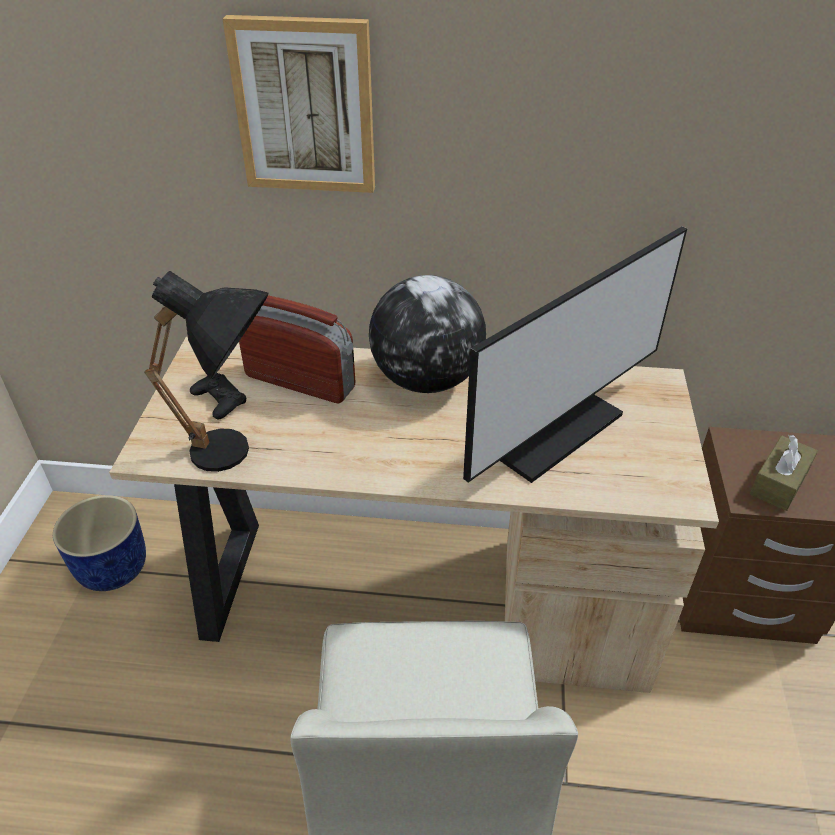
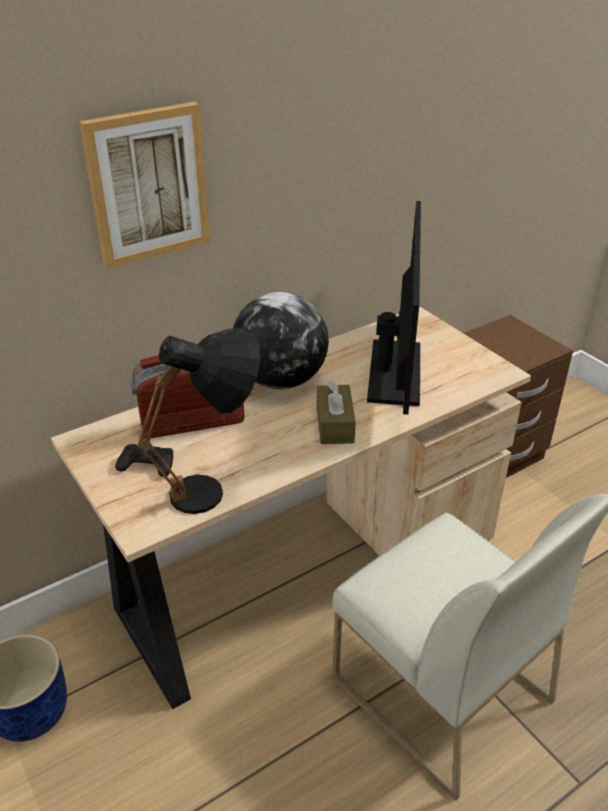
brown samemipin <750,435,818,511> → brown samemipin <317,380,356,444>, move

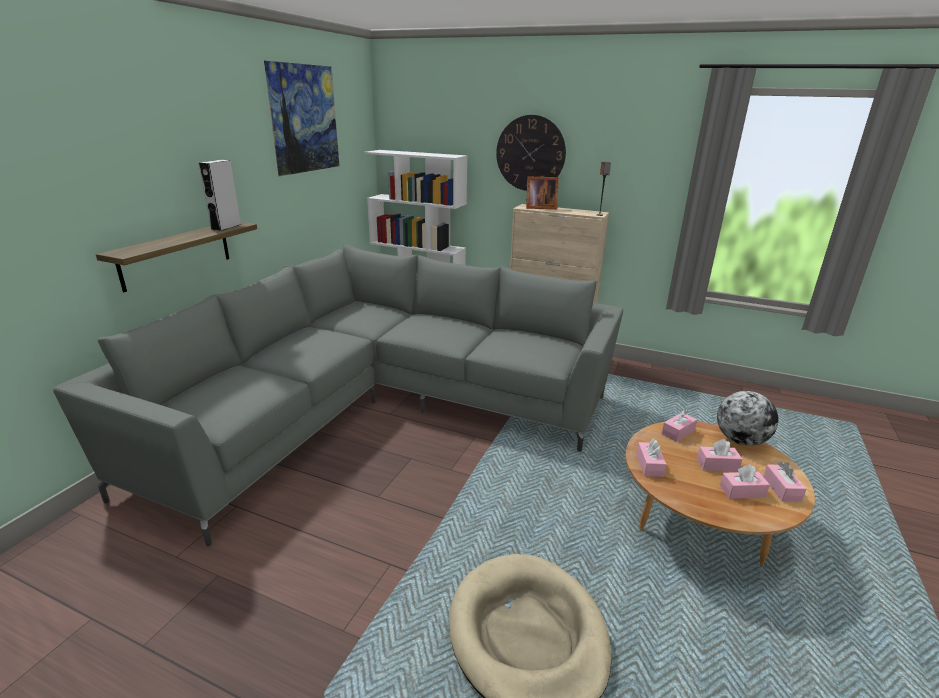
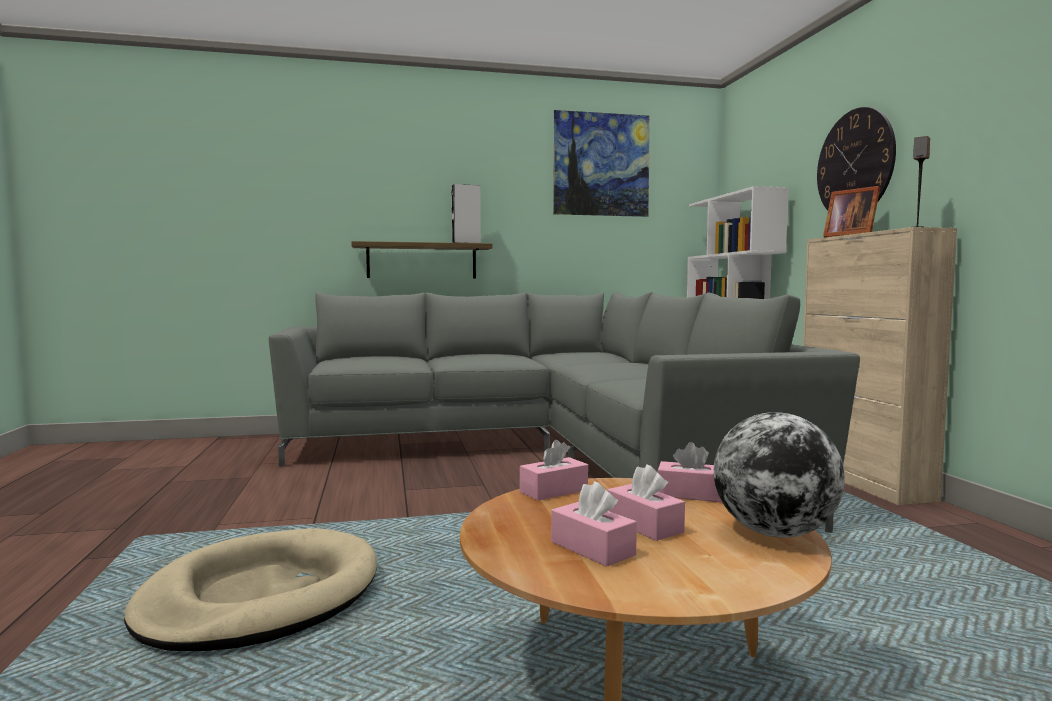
pink samemipin <763,462,807,502> → -

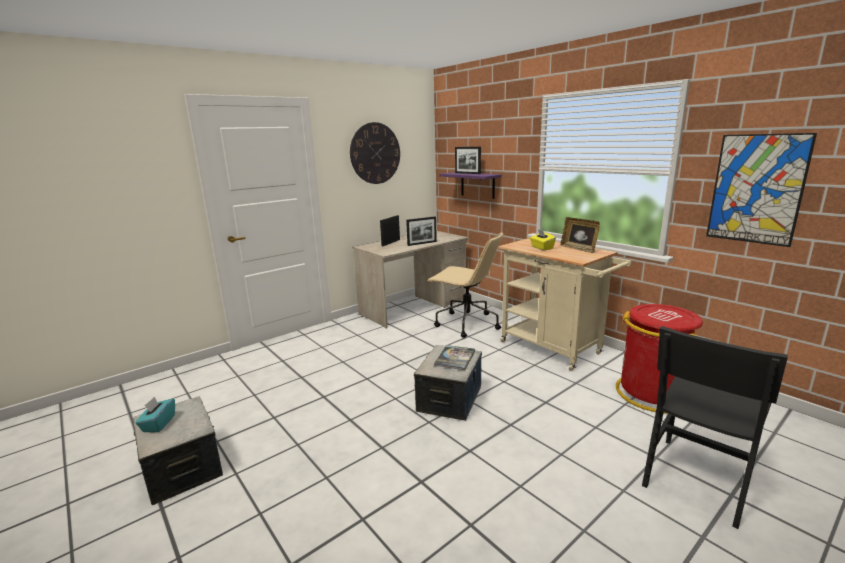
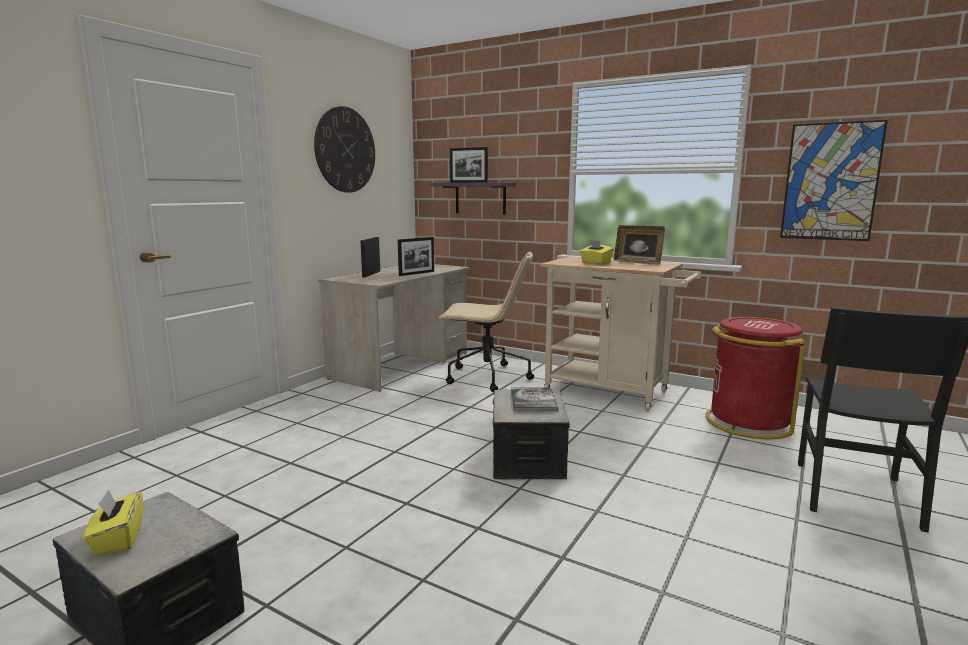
turquoise samemipin <135,397,175,432> → yellow samemipin <83,490,143,556>

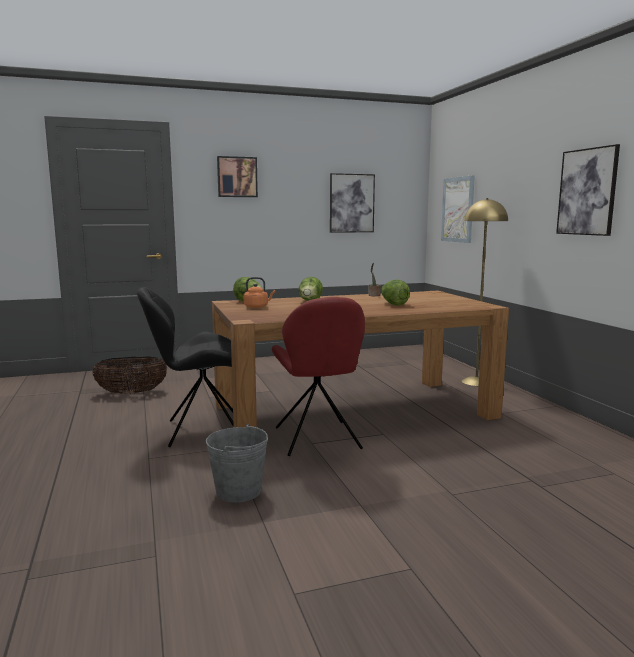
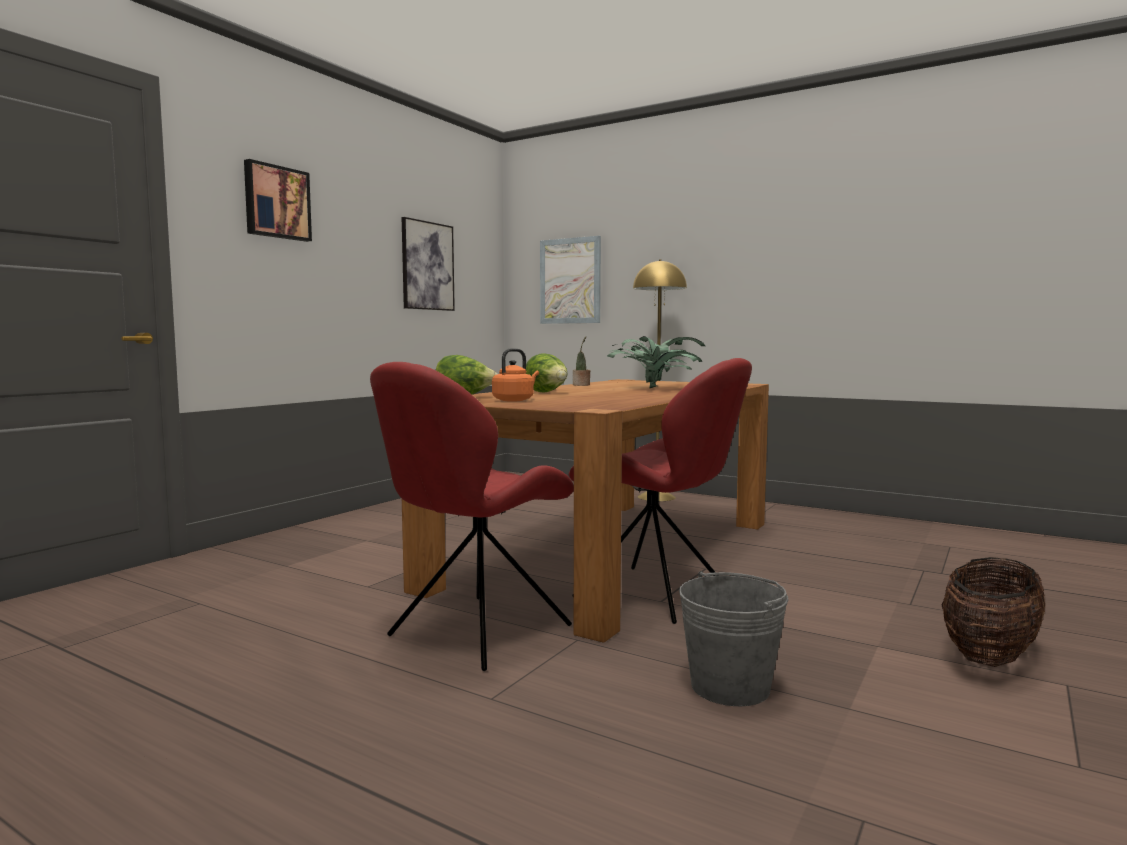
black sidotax <137,287,234,447> → red sidotax <370,362,574,671>
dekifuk <381,279,410,306> → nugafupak <607,336,705,389>
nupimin <92,356,168,394> → nupimin <942,557,1045,667>, move
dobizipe <556,144,620,236> → -

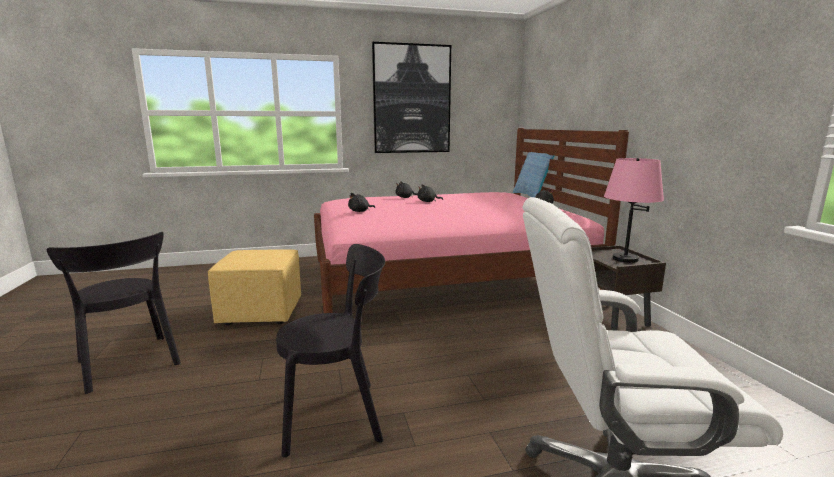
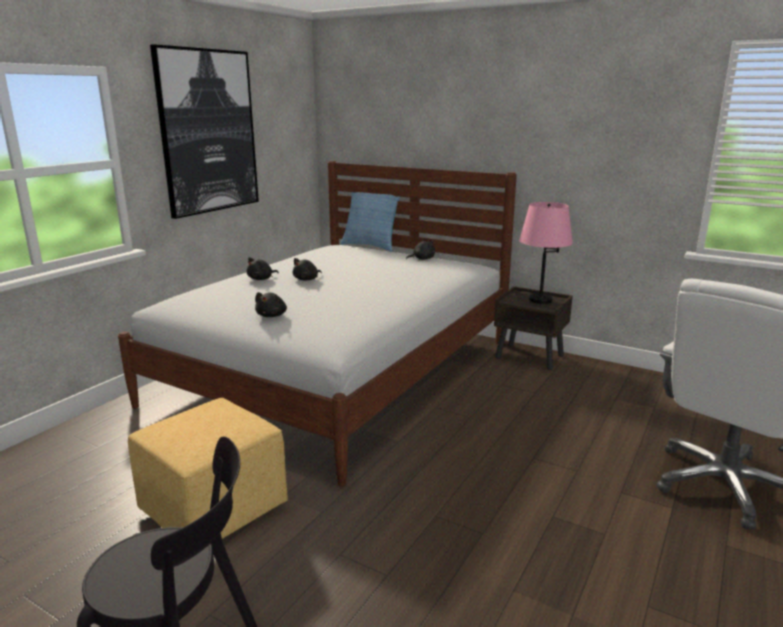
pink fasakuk <314,128,629,313> → white fasakuk <118,161,517,487>
black sidotax <276,244,385,457> → -

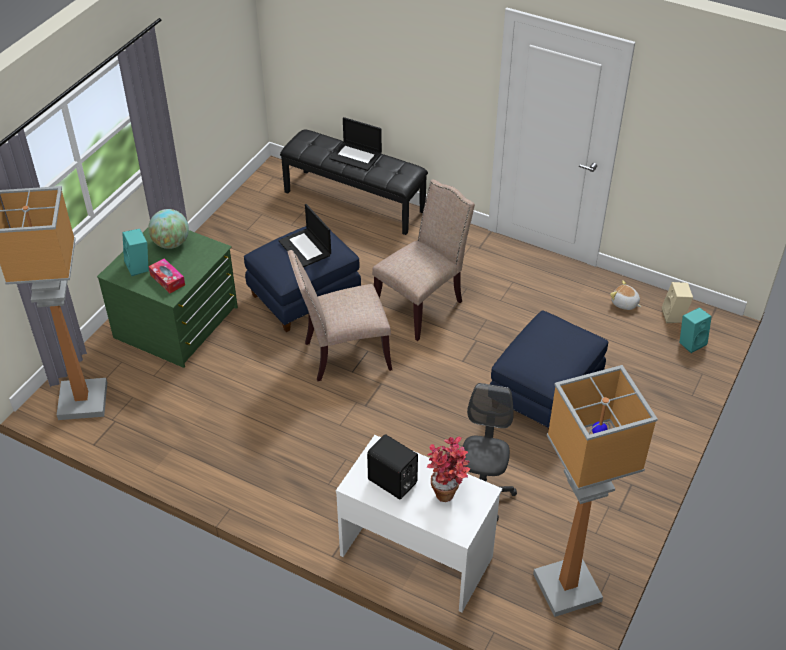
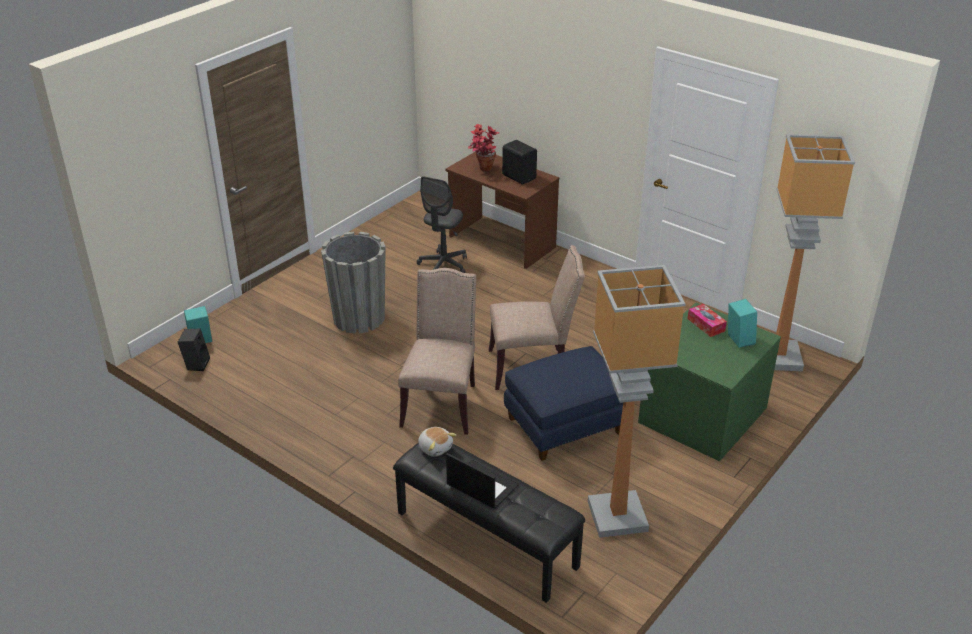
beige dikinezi <662,282,693,323> → black dikinezi <178,329,210,371>
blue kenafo <490,310,609,431> → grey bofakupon <321,232,386,334>
beige sidotax <372,179,475,341> → beige sidotax <398,268,476,435>, 135 degrees clockwise
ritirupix <610,280,641,310> → ritirupix <418,427,456,457>, move
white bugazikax <336,435,502,612> → brown bugazikax <446,152,559,269>
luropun <533,365,658,617> → luropun <588,265,685,538>, move
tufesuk <148,209,189,249> → -
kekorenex <278,204,331,268> → -

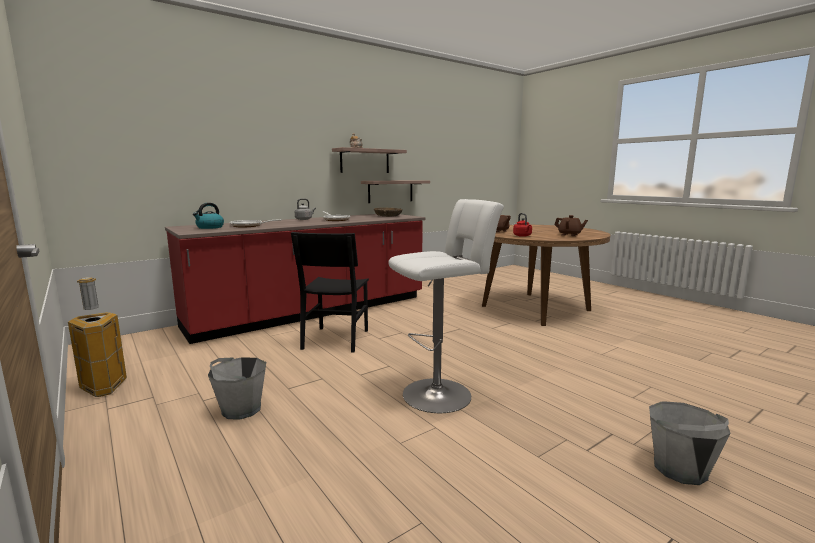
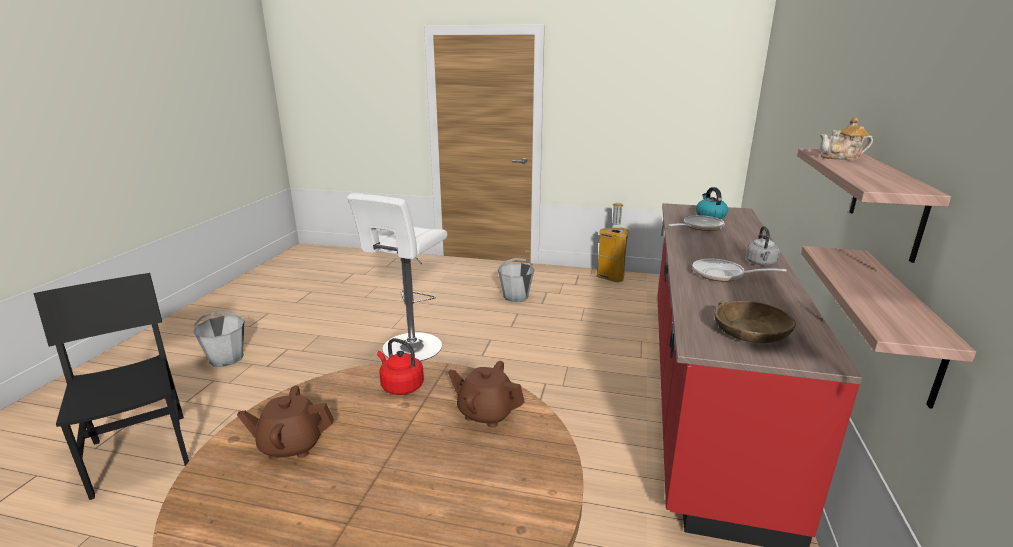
black sidotax <291,232,369,353> → black sidotax <34,273,189,500>, move

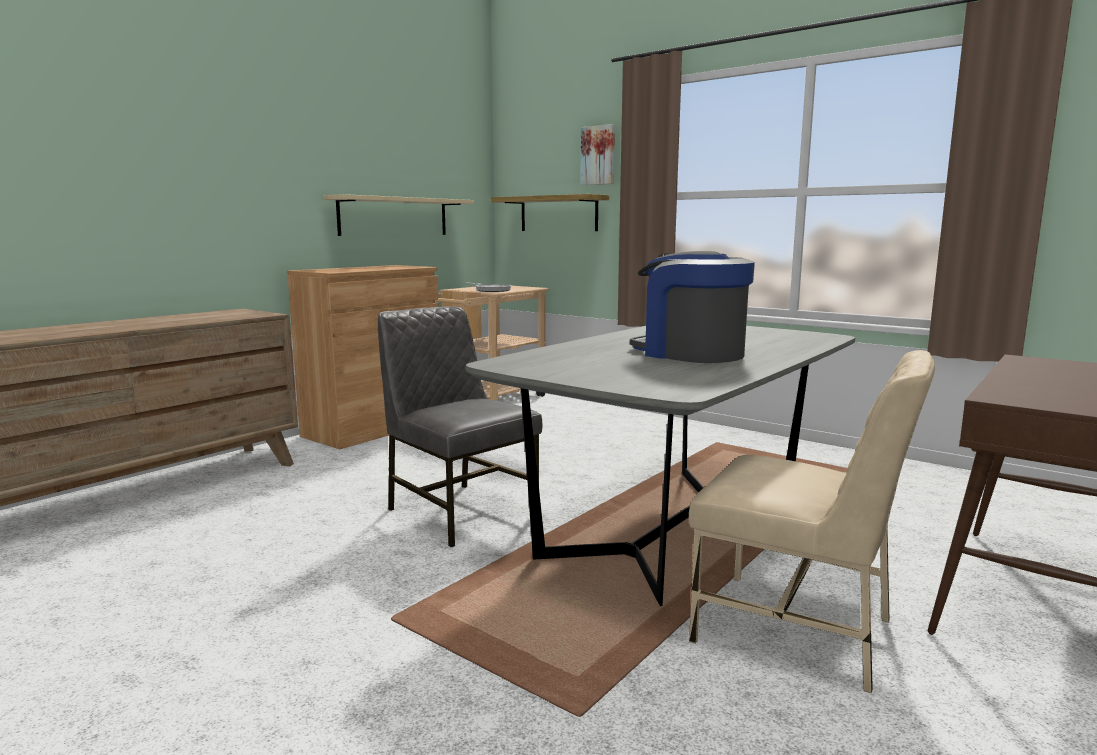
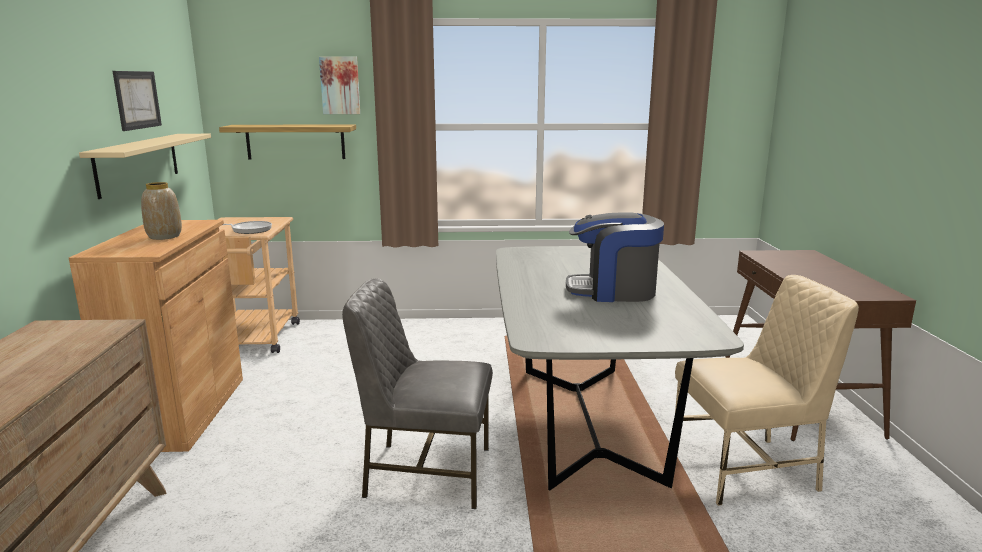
- → dobizipe <112,71,162,131>
- → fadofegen <141,182,182,240>

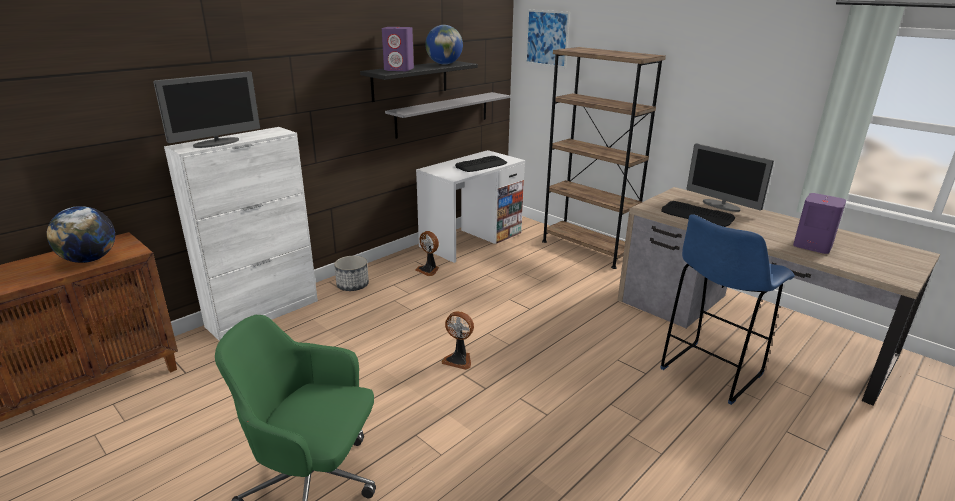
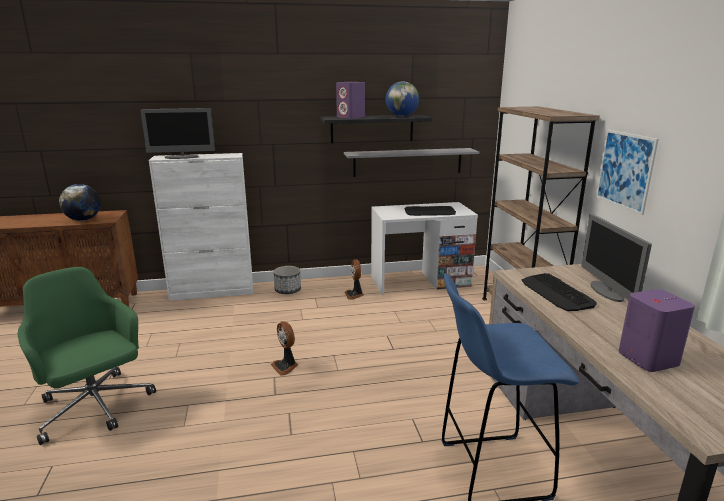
dobizipe <525,10,570,68> → dobizipe <596,130,659,215>, move

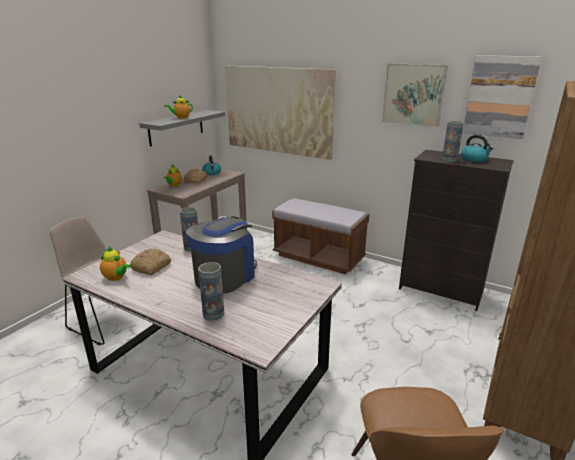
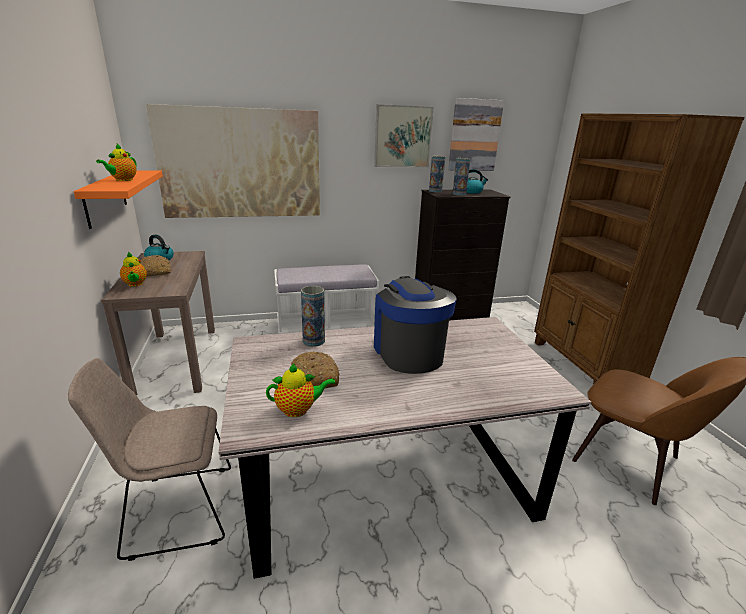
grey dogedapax <139,110,225,146> → orange dogedapax <74,170,163,229>
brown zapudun <272,198,369,274> → white zapudun <274,264,379,334>
fadofegen <198,262,224,321> → fadofegen <429,156,445,192>, move

